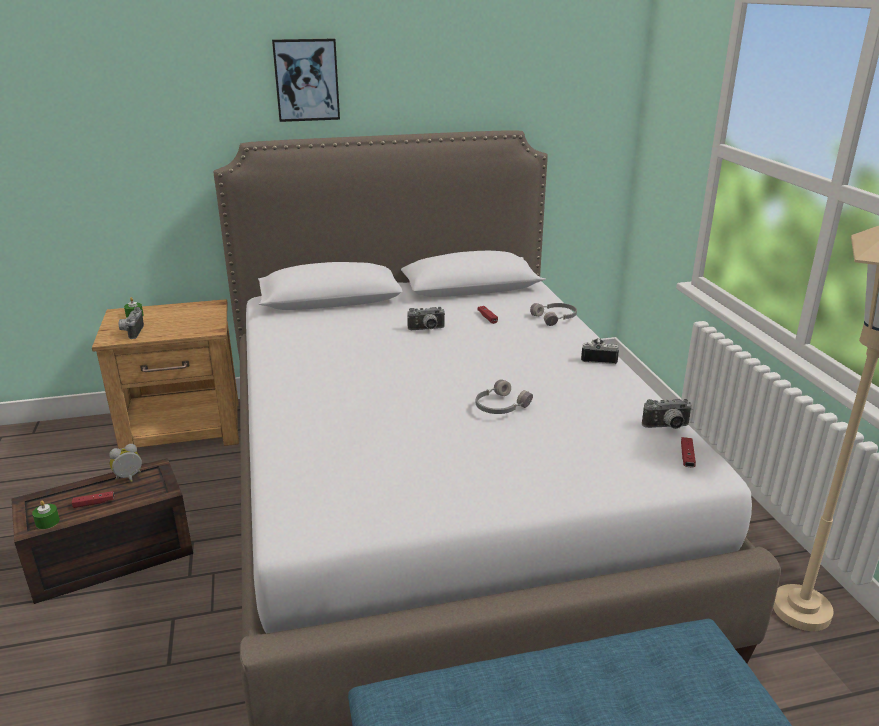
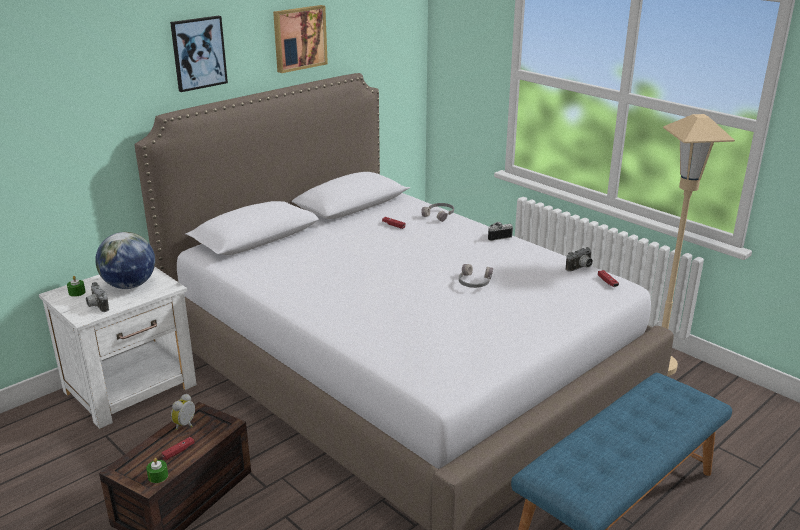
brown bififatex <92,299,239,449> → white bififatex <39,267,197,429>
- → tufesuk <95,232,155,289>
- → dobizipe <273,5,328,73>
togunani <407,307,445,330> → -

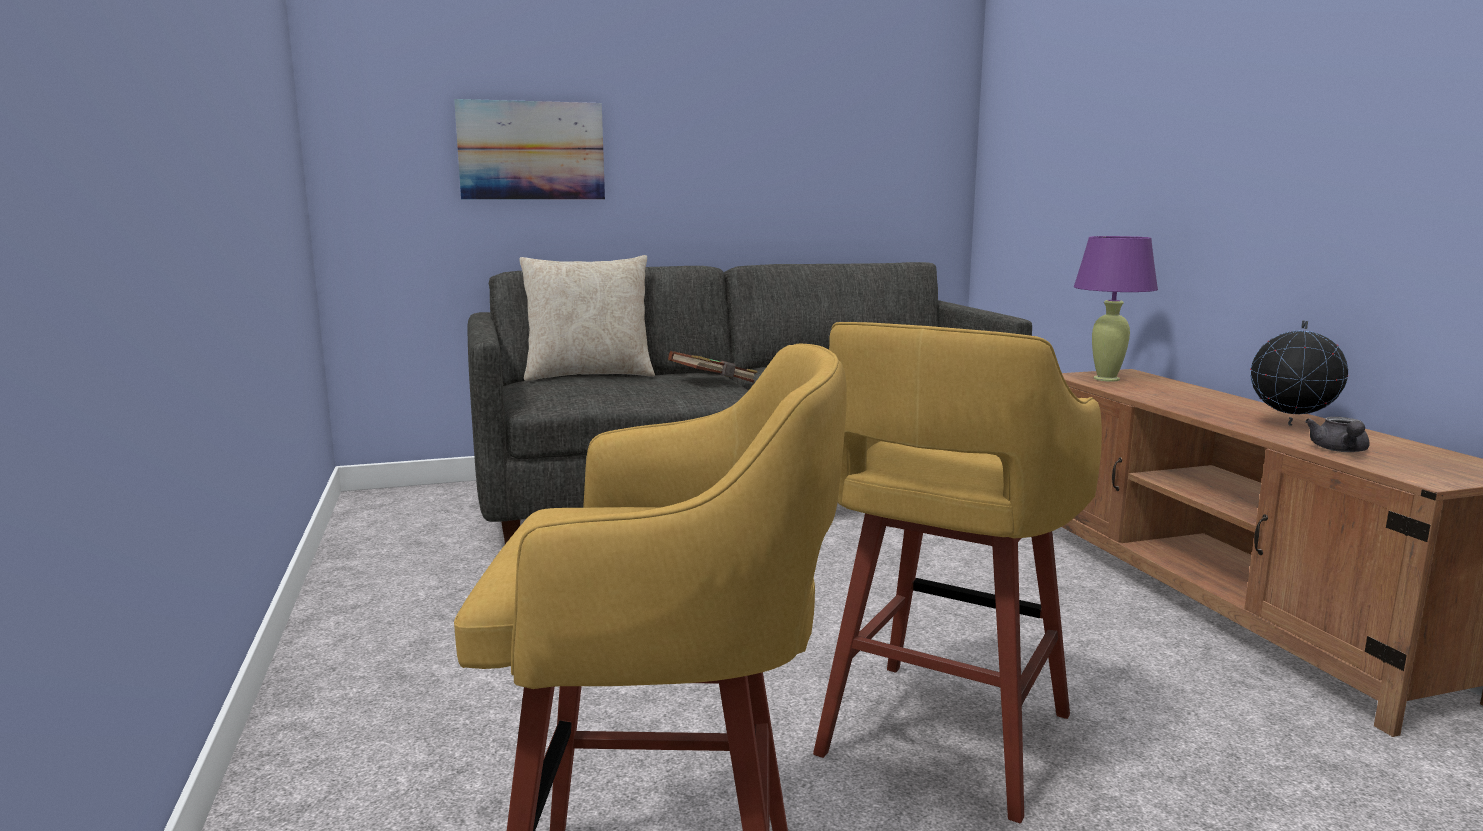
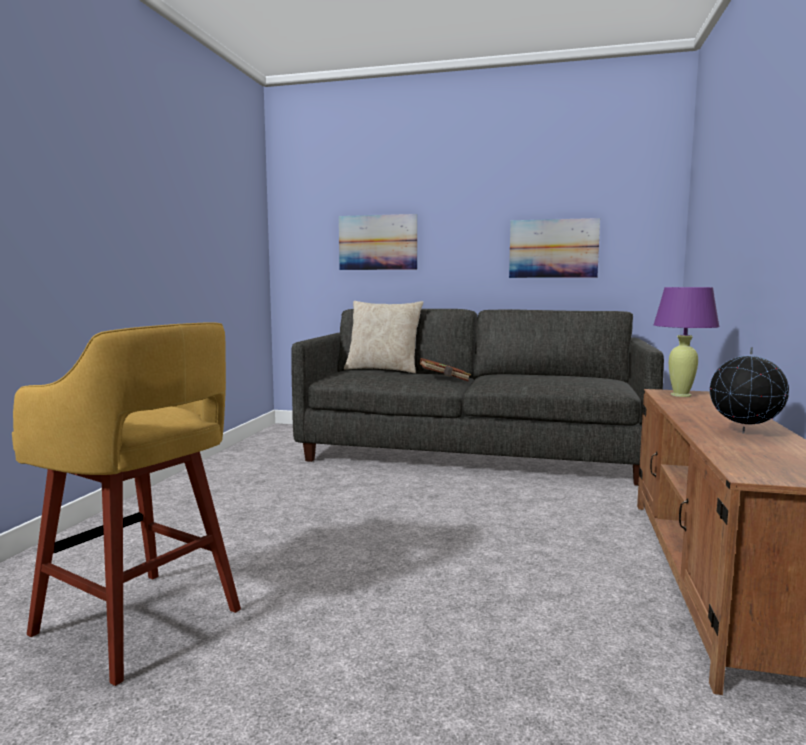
- → dobizipe <509,218,600,278>
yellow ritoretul <813,322,1102,823> → -
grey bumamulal <1305,417,1370,452> → -

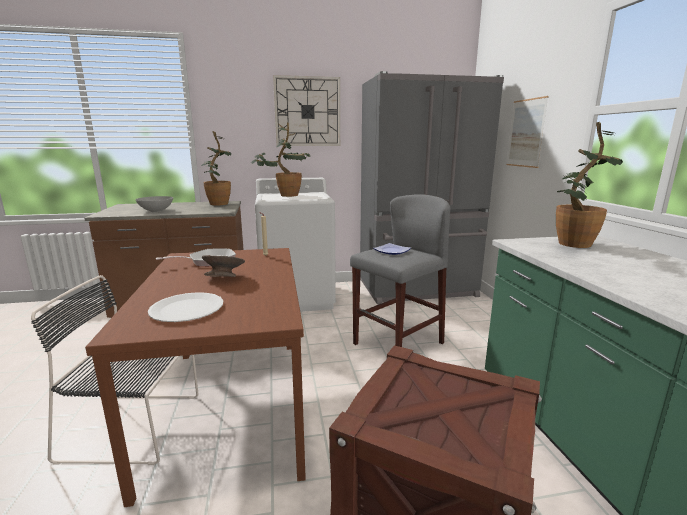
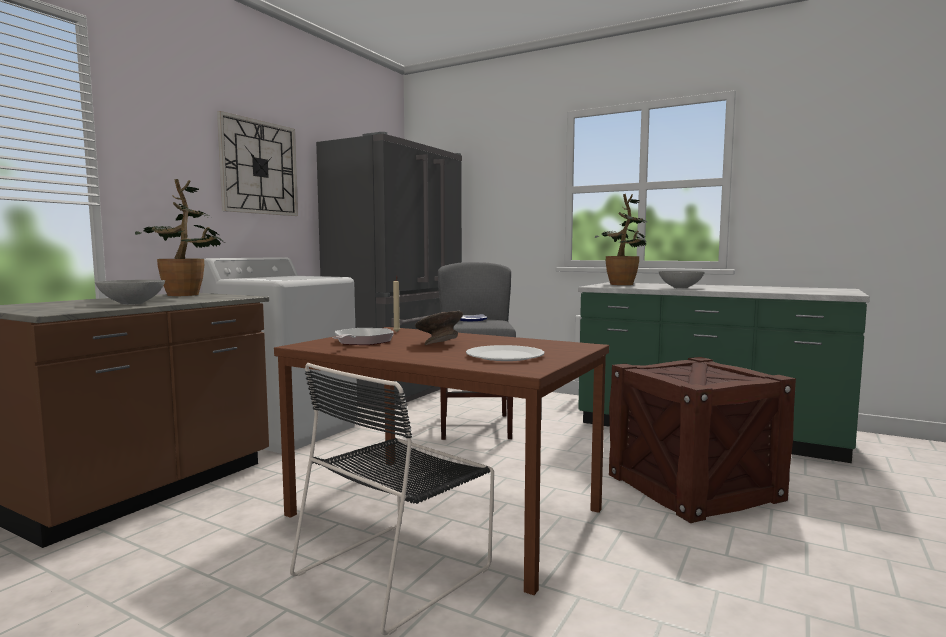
- → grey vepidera <659,271,705,289>
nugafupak <251,123,310,197> → -
dobizipe <506,96,548,168> → -

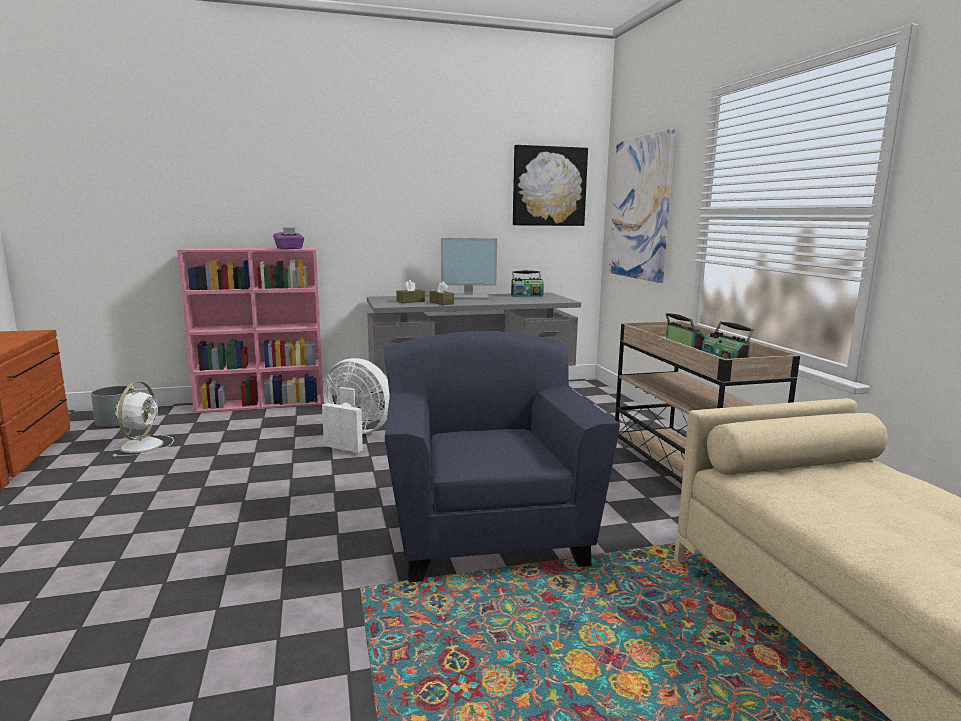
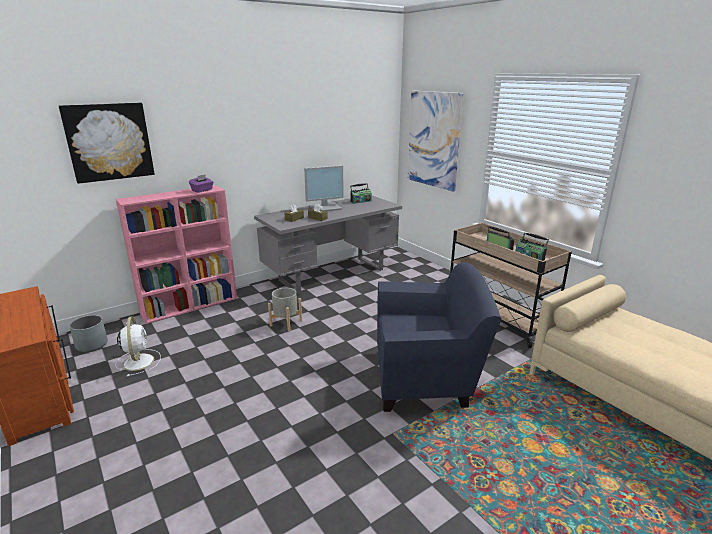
dobizipe <513,145,588,226> → dobizipe <59,103,155,184>, move
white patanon <322,358,390,453> → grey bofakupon <268,288,302,332>
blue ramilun <384,331,620,582> → blue ramilun <377,262,501,412>, 120 degrees clockwise

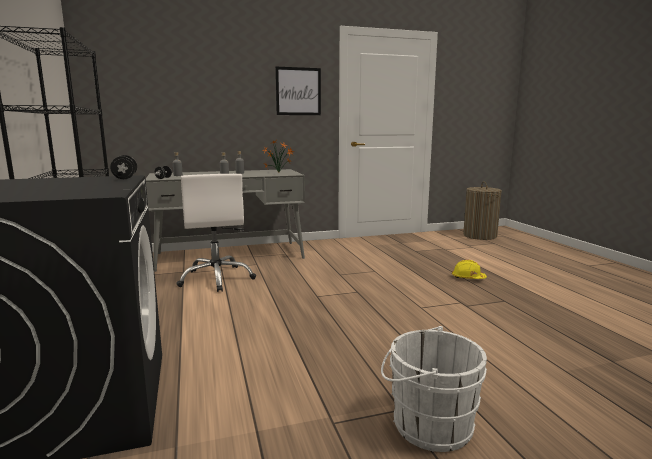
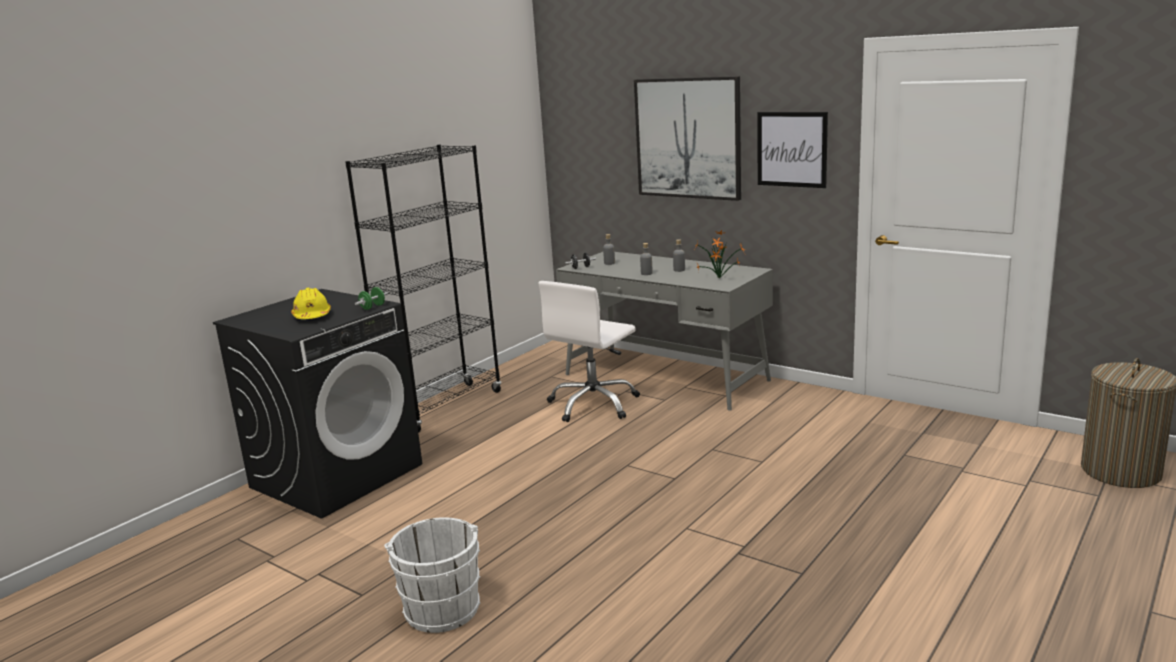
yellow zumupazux <452,260,487,279> → yellow zumupazux <291,287,331,319>, move
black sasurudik <110,155,137,179> → green sasurudik <355,287,388,310>
- → dobizipe <634,76,741,201>

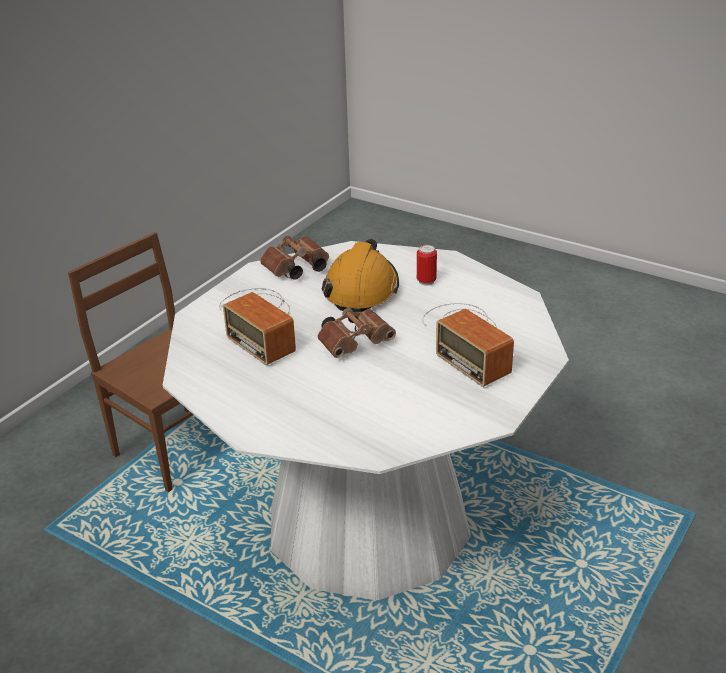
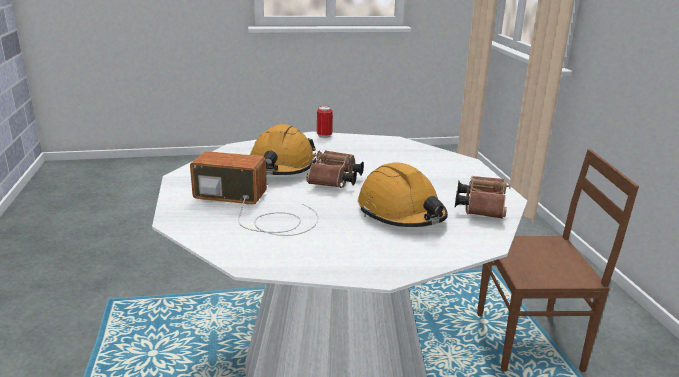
- → orange zumupazux <250,124,316,175>
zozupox <417,245,437,286> → zozupox <317,106,333,138>, move
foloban <219,288,296,365> → -

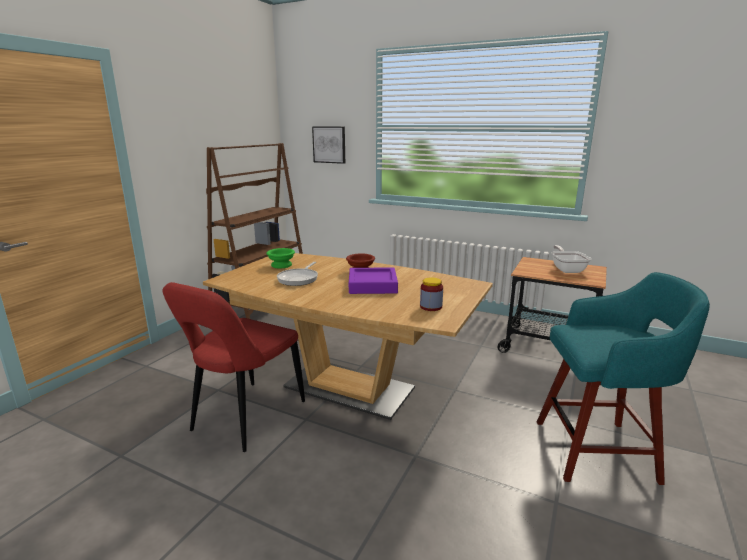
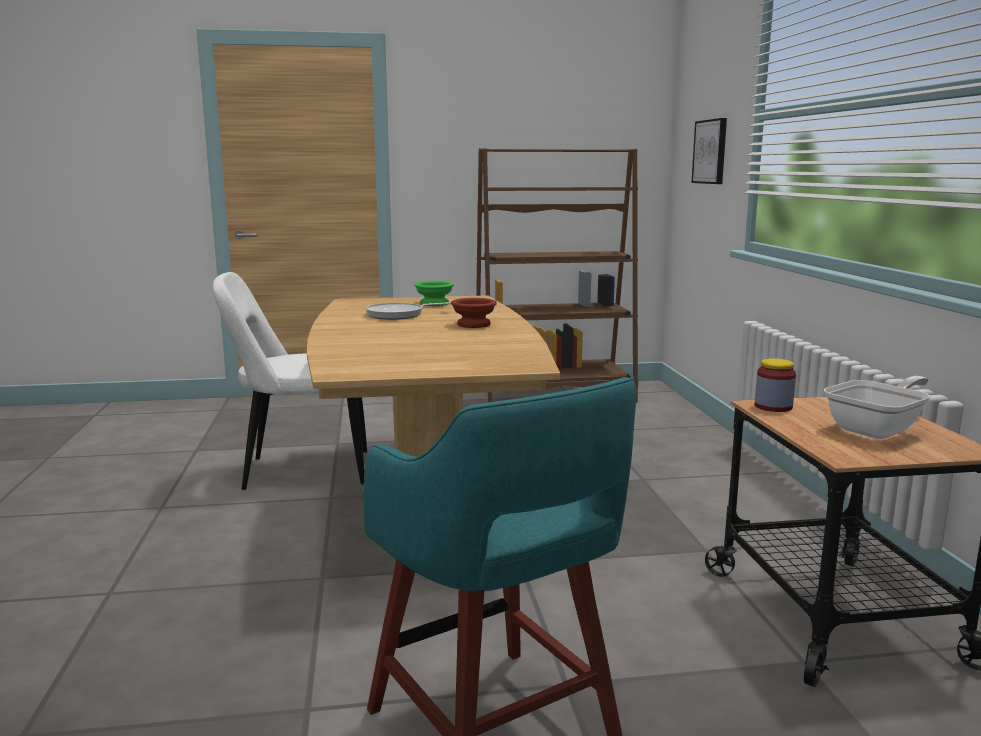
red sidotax <162,282,305,452> → white sidotax <213,272,367,490>
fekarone <420,278,443,311> → fekarone <755,358,796,412>, move
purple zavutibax <349,267,398,294> → -

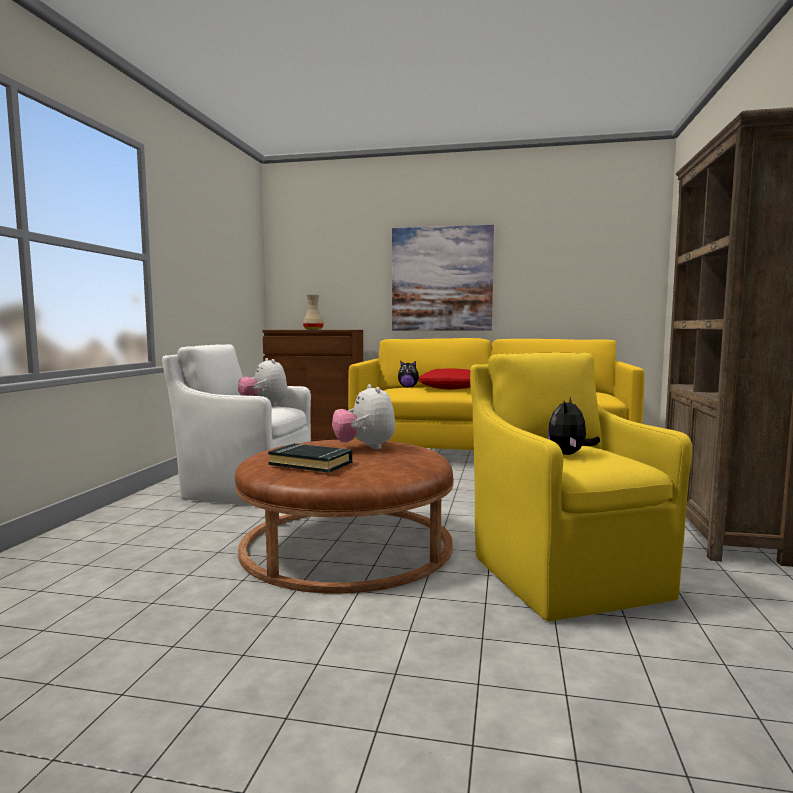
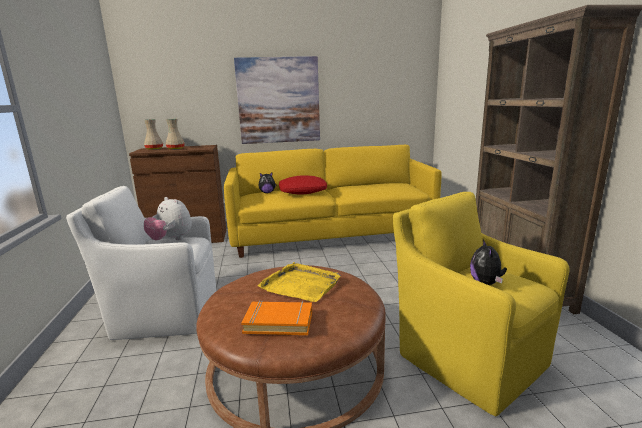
- → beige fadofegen <144,119,163,150>
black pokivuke <268,443,352,473> → orange pokivuke <241,301,312,335>
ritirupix <332,384,395,449> → yellow zavutibax <257,262,341,302>

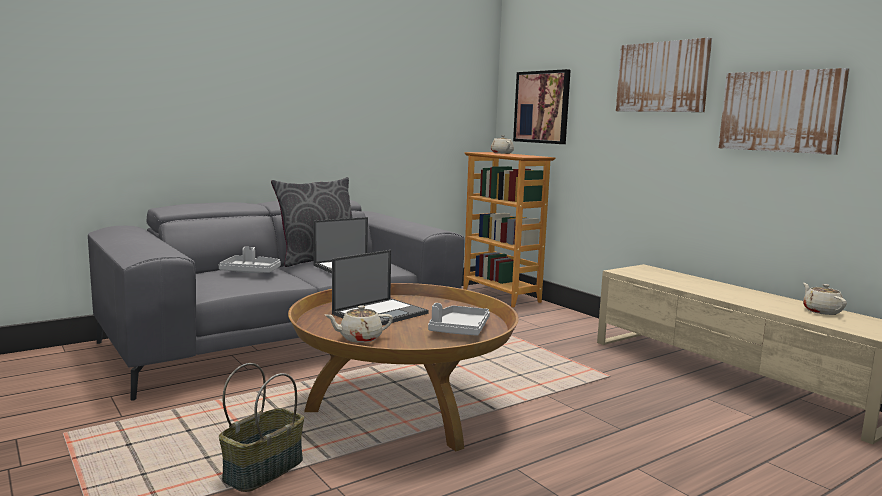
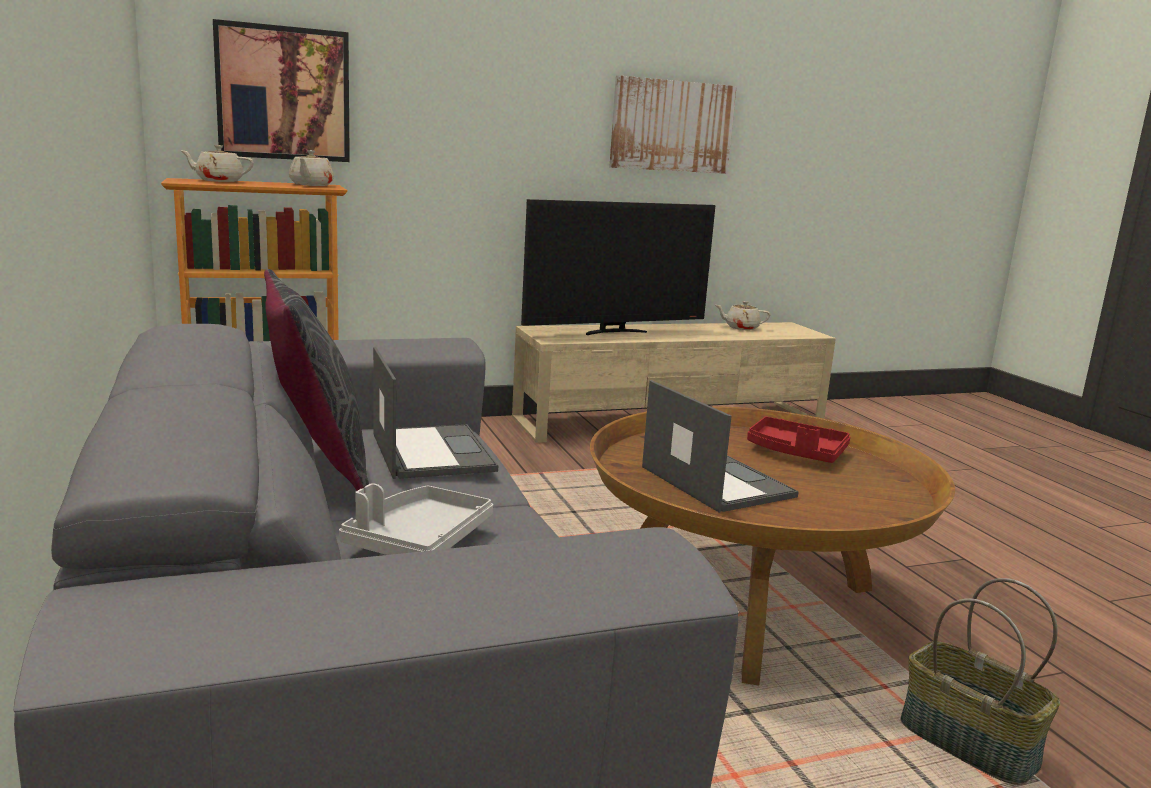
beige bumamulal <325,306,393,343> → beige bumamulal <289,150,334,186>, move
- → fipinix <521,199,716,335>
grey zavutibax <428,303,490,336> → red zavutibax <747,417,850,463>
dobizipe <616,37,712,112> → -

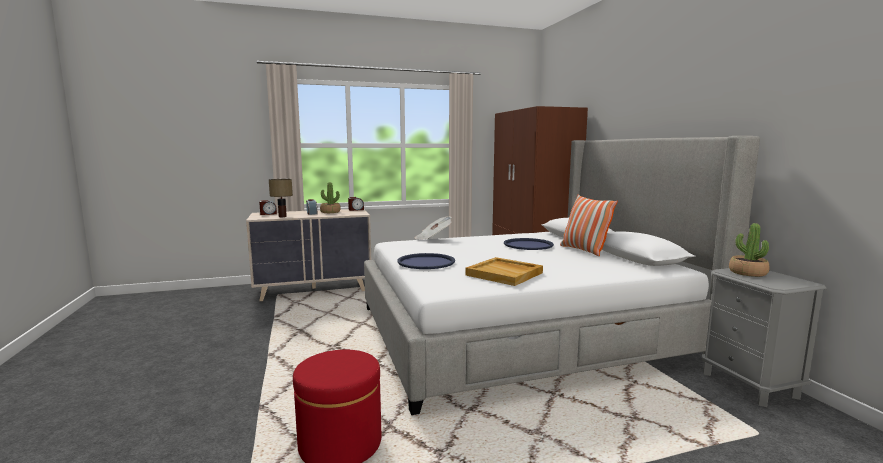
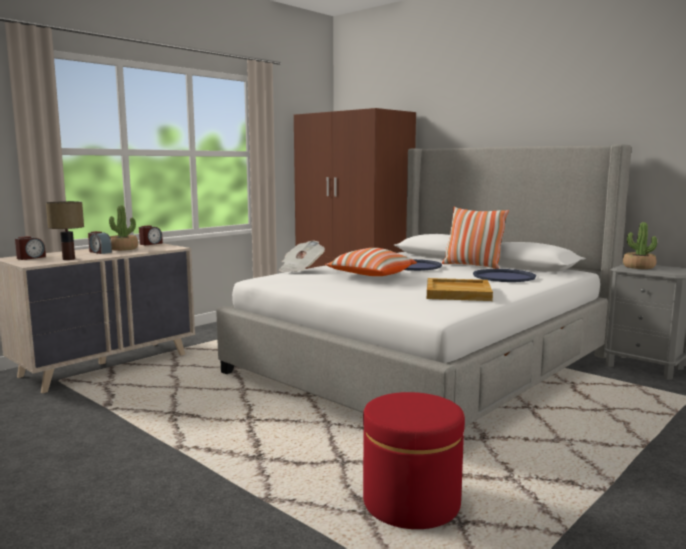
- → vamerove <325,248,417,276>
blue zavutibax <397,253,455,269> → blue zavutibax <473,269,536,282>, move

